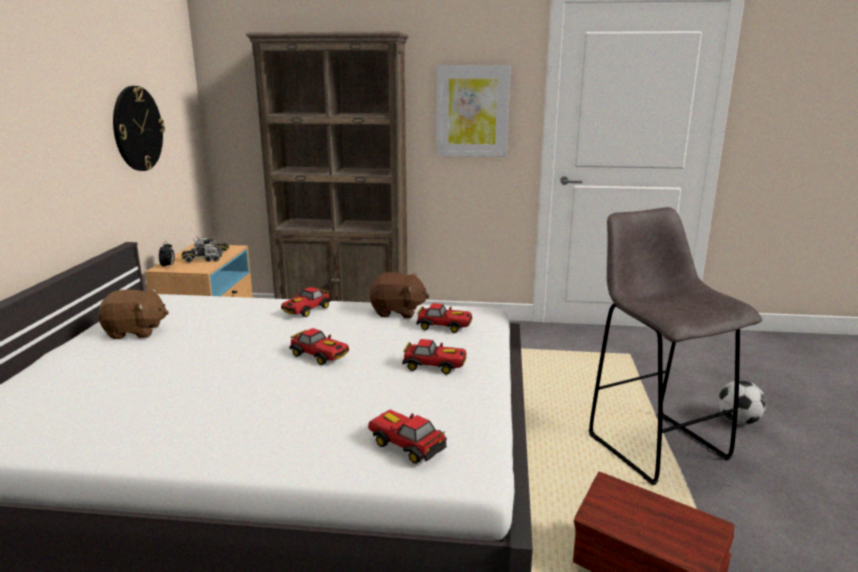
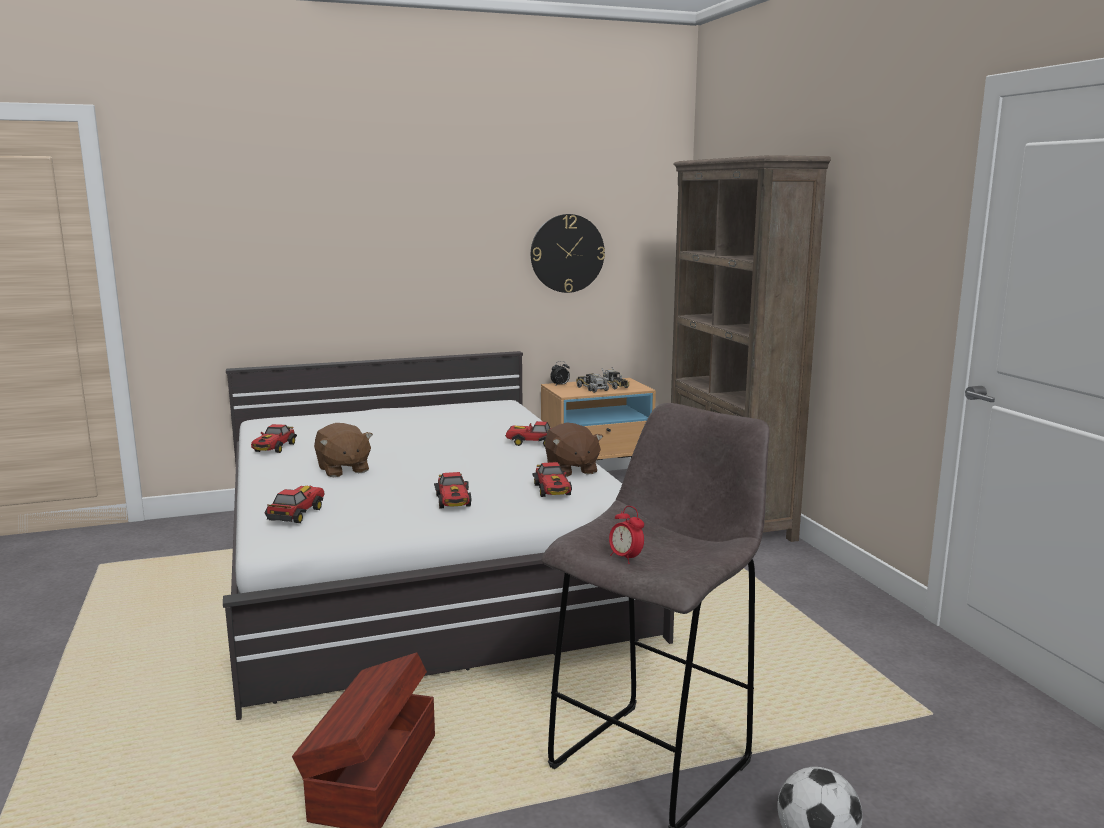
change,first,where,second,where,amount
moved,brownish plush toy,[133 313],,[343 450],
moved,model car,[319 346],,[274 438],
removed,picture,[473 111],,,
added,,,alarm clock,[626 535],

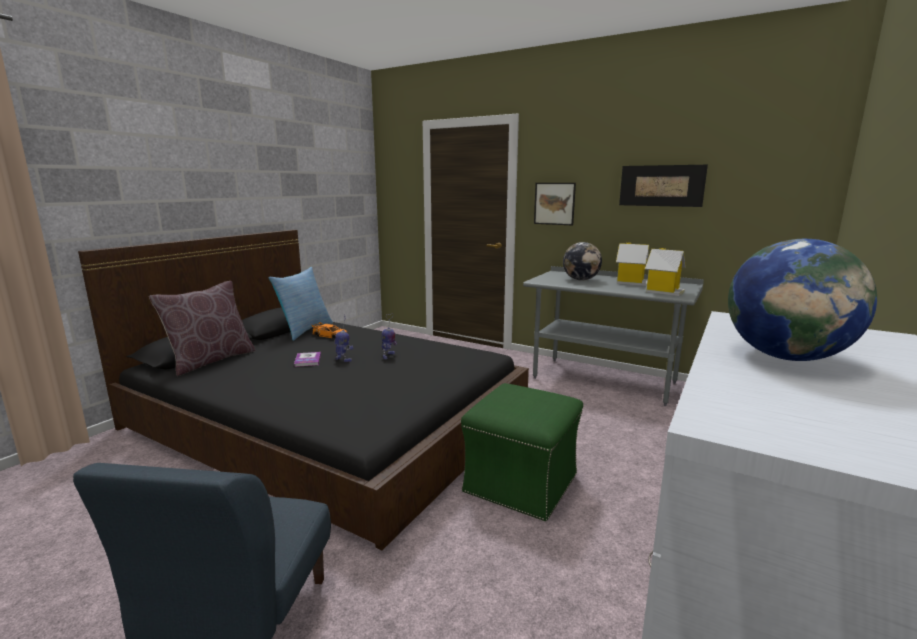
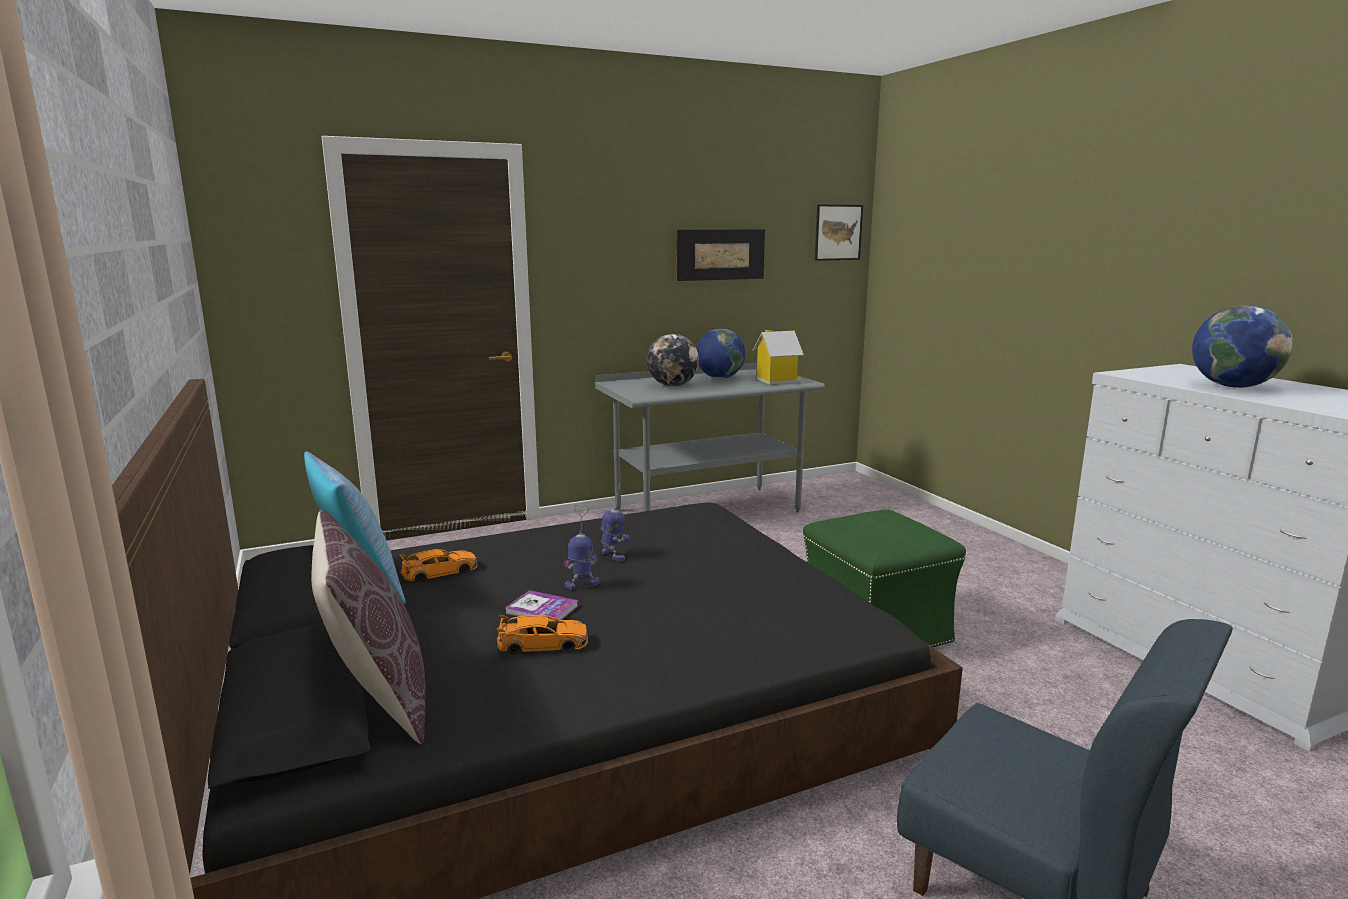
change,first,where,second,where,amount
moved,picture,[555 204],,[839 232],
replaced,toy house,[632 264],globe,[720 354],
added,,,orangey model car,[542 634],

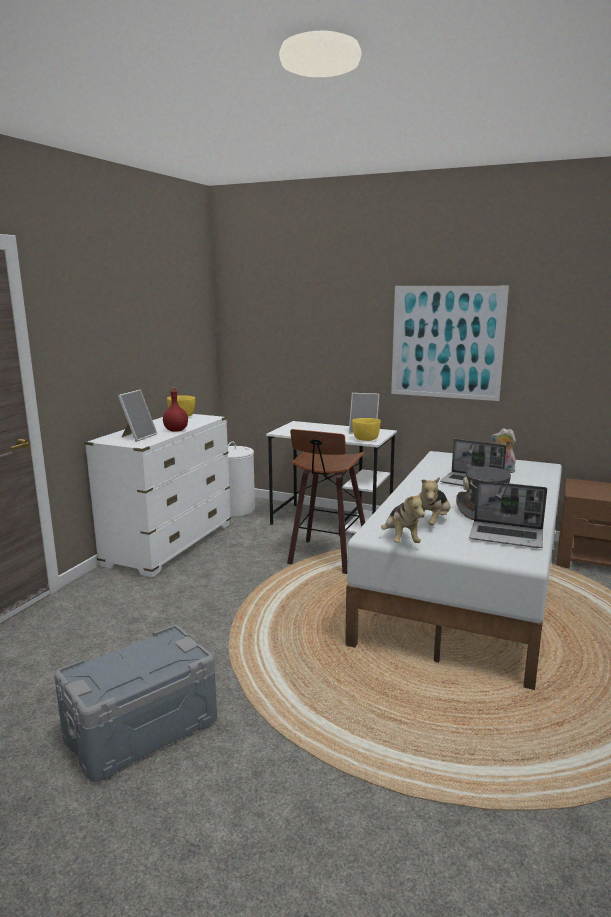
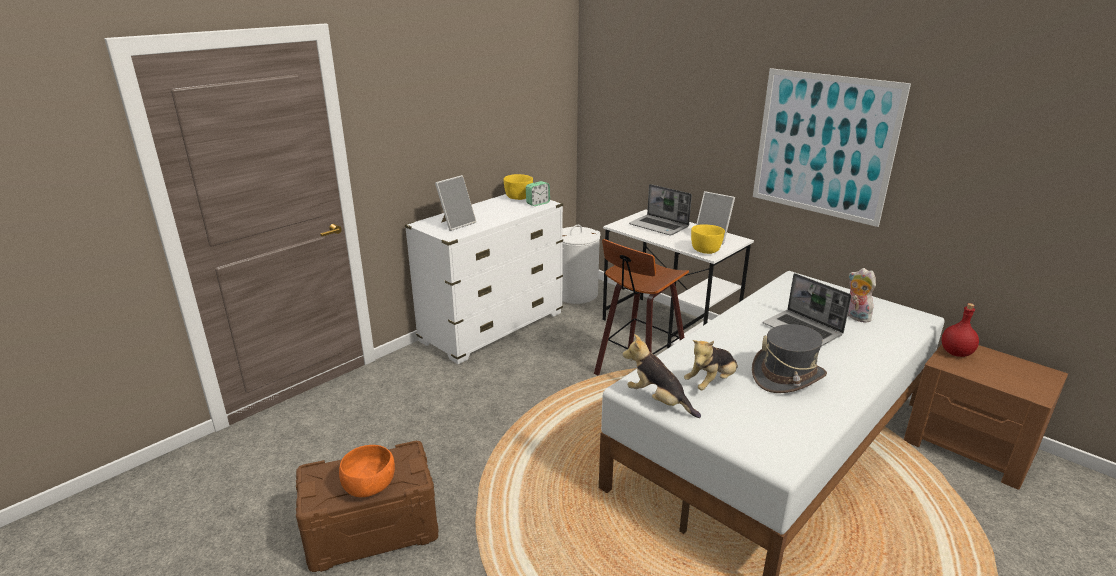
change,first,where,second,where,amount
recoloured,grey storage container,[135 703],brownish storage container,[367 506],
moved,red drink bottle,[175 409],,[960 330],
turned,plush toy,[403 517],,[662 376],120 degrees clockwise
moved,portable computer,[508 514],,[660 209],
added,,,orangey bowl,[367 471],
added,,,alarm clock,[538 193],

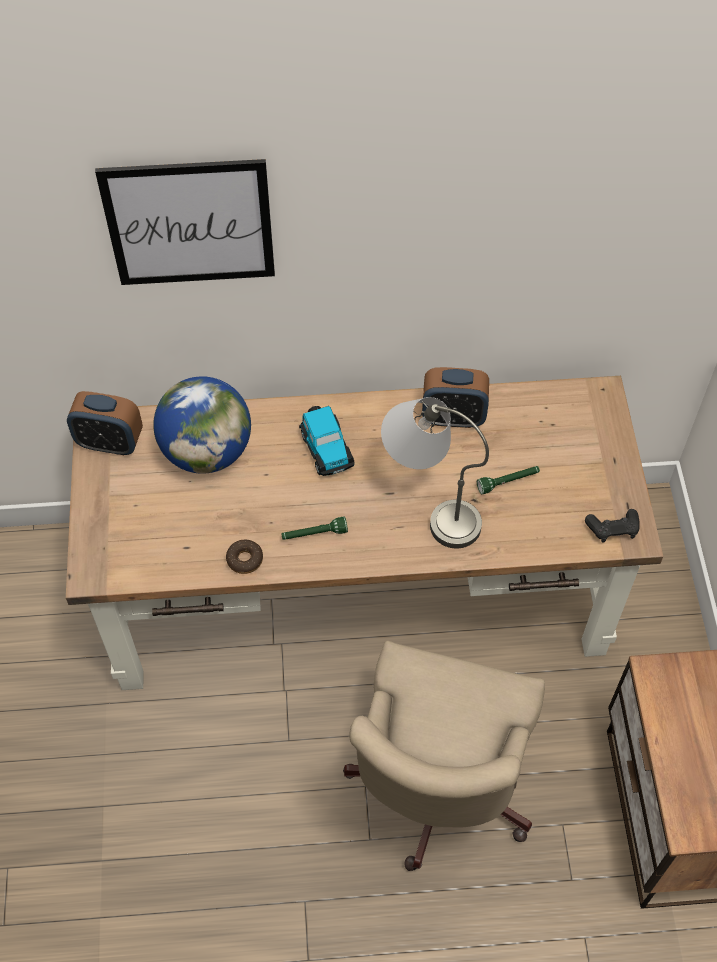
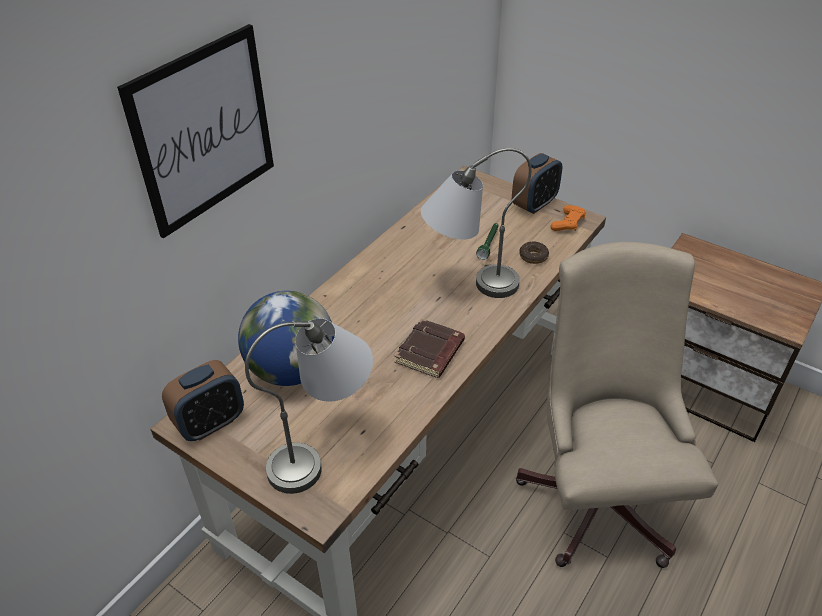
change,first,where,second,where,amount
moved,donut,[244 557],,[534 252],
replaced,green-coloured torch,[314 528],brownish book,[429 348],
removed,model car,[326 441],,,
turned,beige office chair,[444 756],,[617 405],150 degrees counterclockwise
moved,alarm clock,[455 397],,[537 183],
recoloured,black-coloured joypad,[612 526],orangey joypad,[568 218],
added,,,grey table lamp,[309 406],

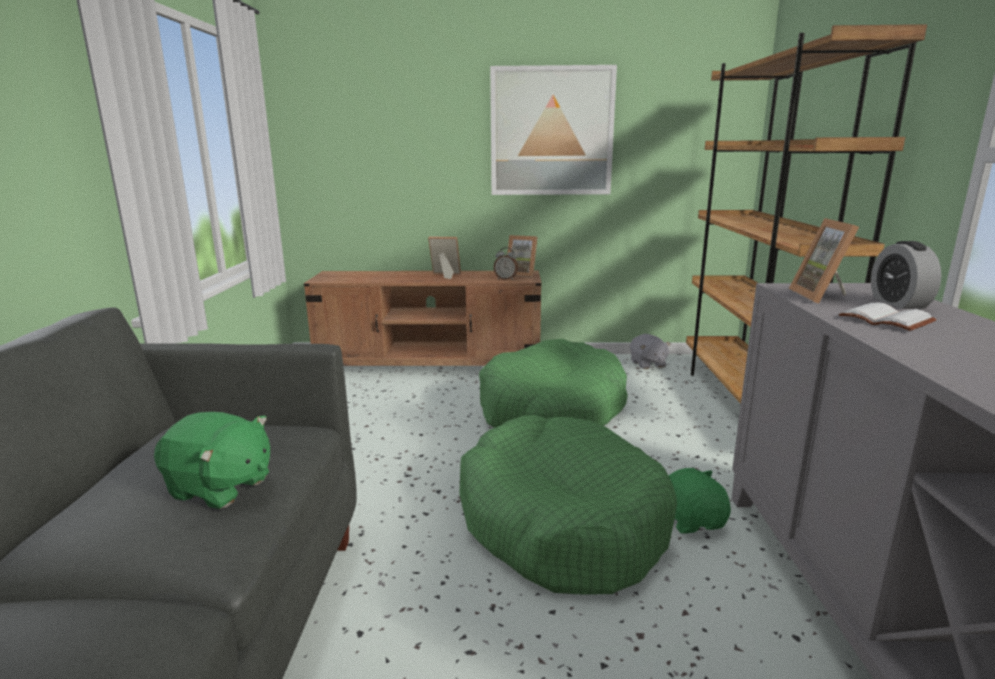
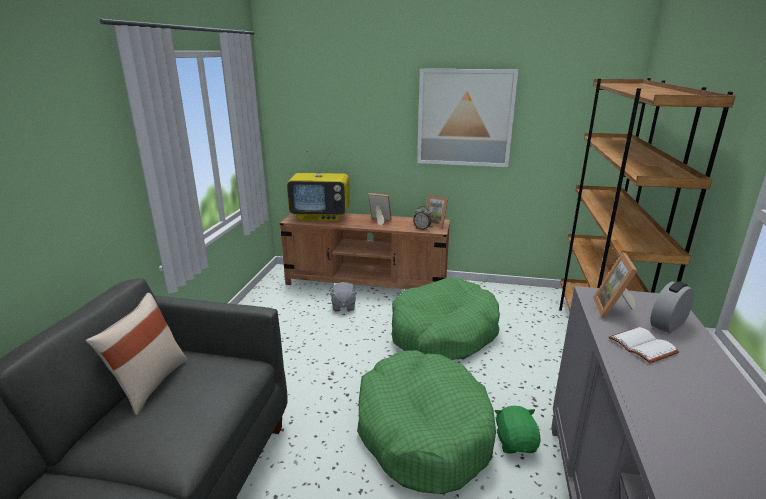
change,first,where,second,where,amount
removed,green-coloured plush toy,[212 460],,,
moved,grey plush toy,[650 351],,[343 296],
turned,alarm clock,[906 275],,[672 307],45 degrees clockwise
added,,,beige pillow,[136 354],
added,,,television,[318 186],

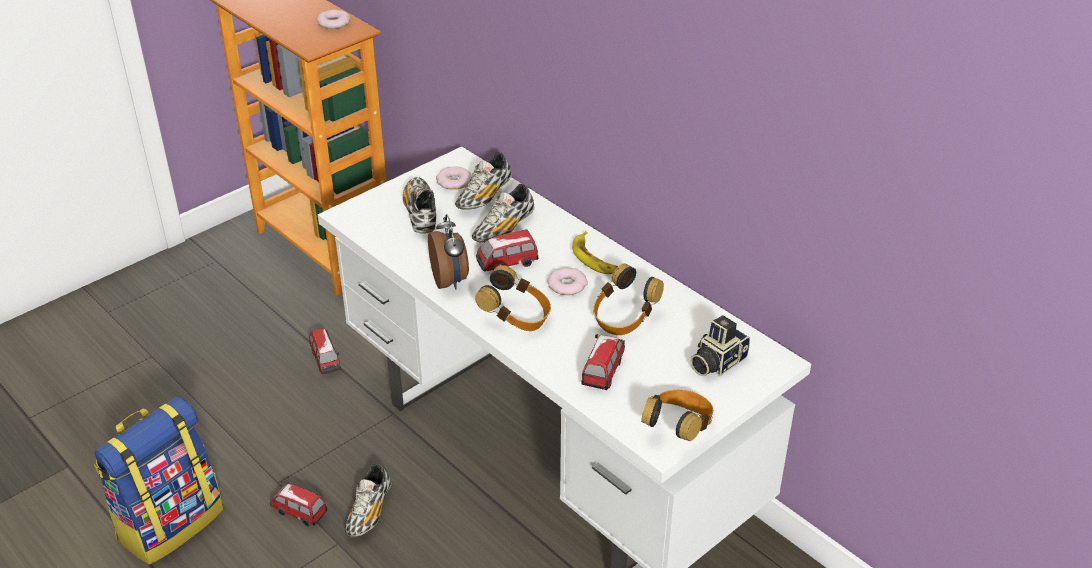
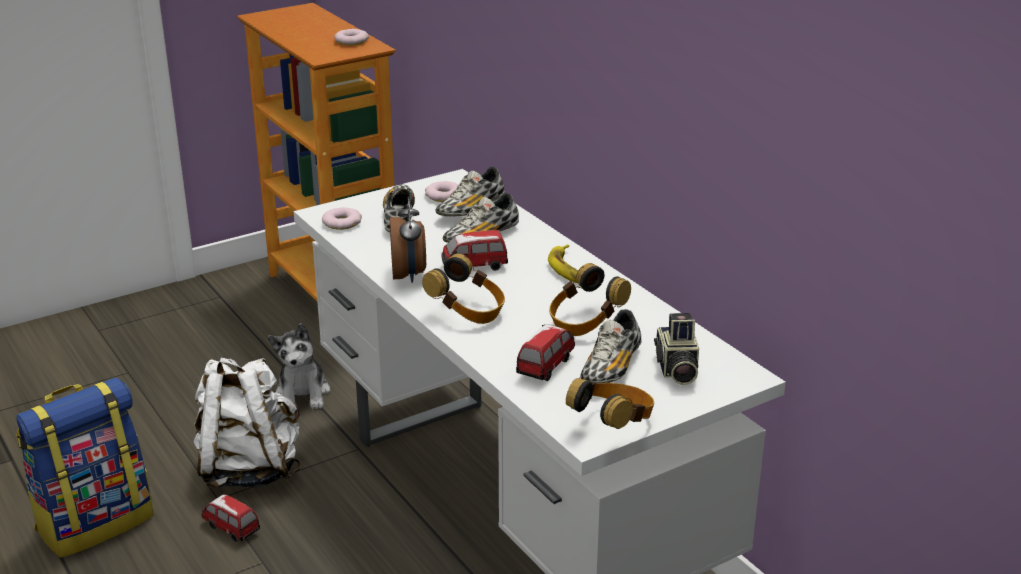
change,first,where,second,where,amount
replaced,model car,[325 351],plush toy,[299 366],
moved,low shoe,[367 500],,[610 346],
moved,donut,[568 281],,[342 218],
turned,still camera,[720 345],,[676 349],60 degrees counterclockwise
added,,,whitish rucksack,[247 423],

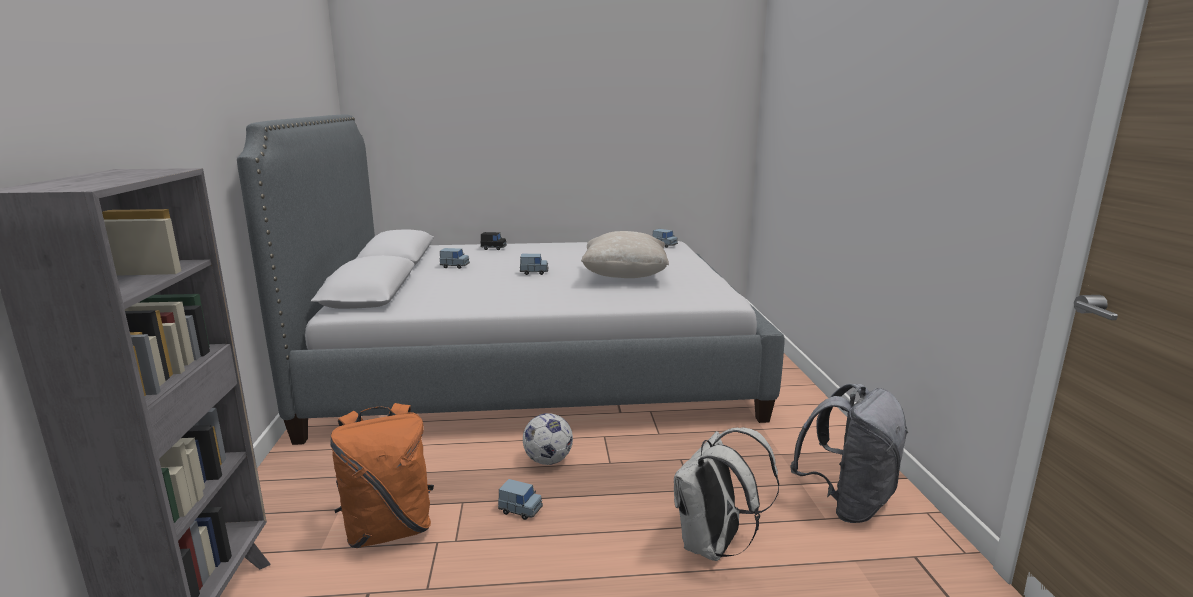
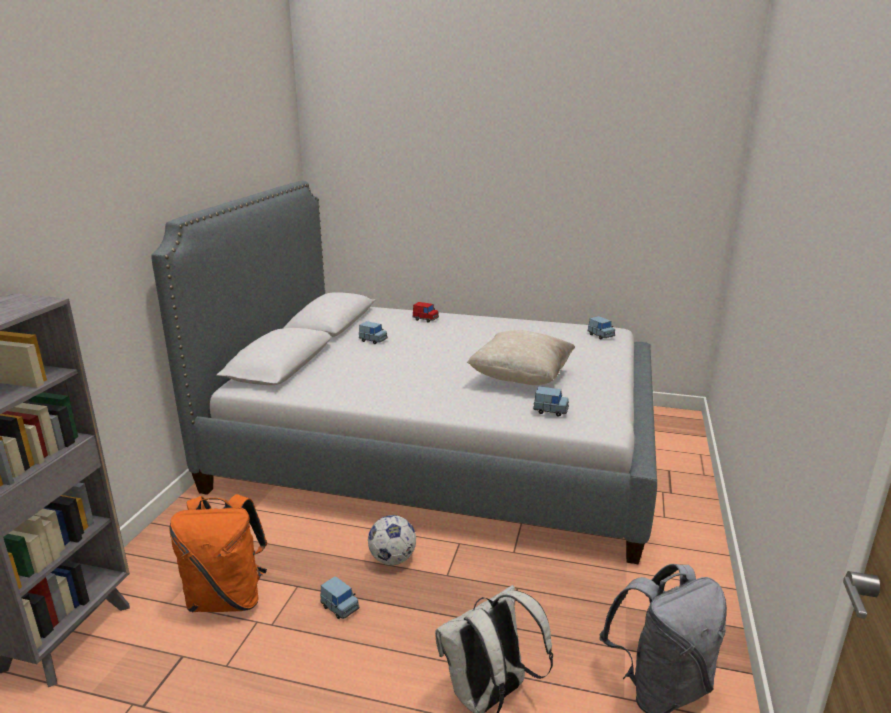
change,first,where,second,where,amount
recoloured,black-coloured model car,[493 241],red model car,[426 312],
moved,blue-coloured model car,[534 264],,[551 401],

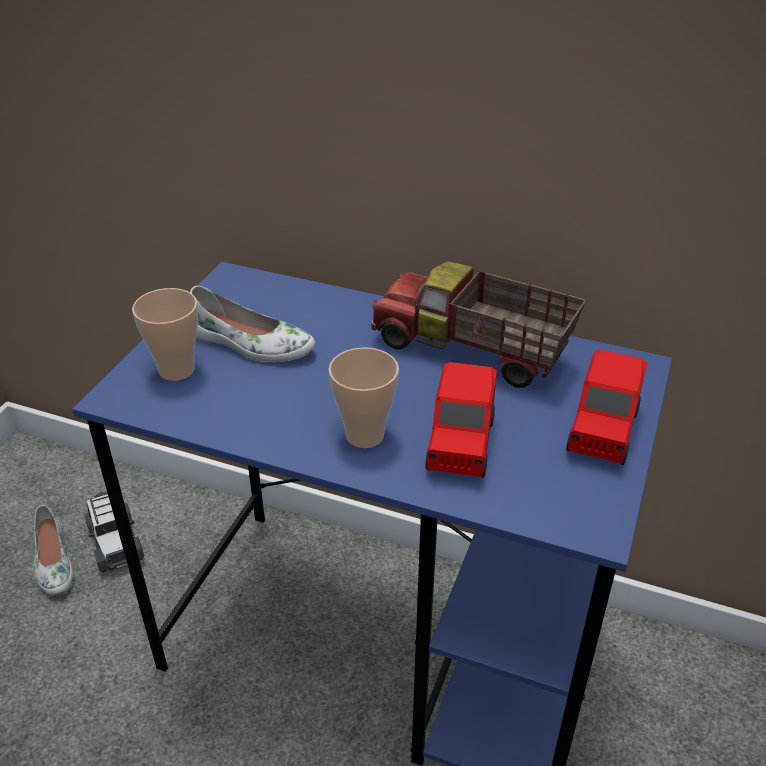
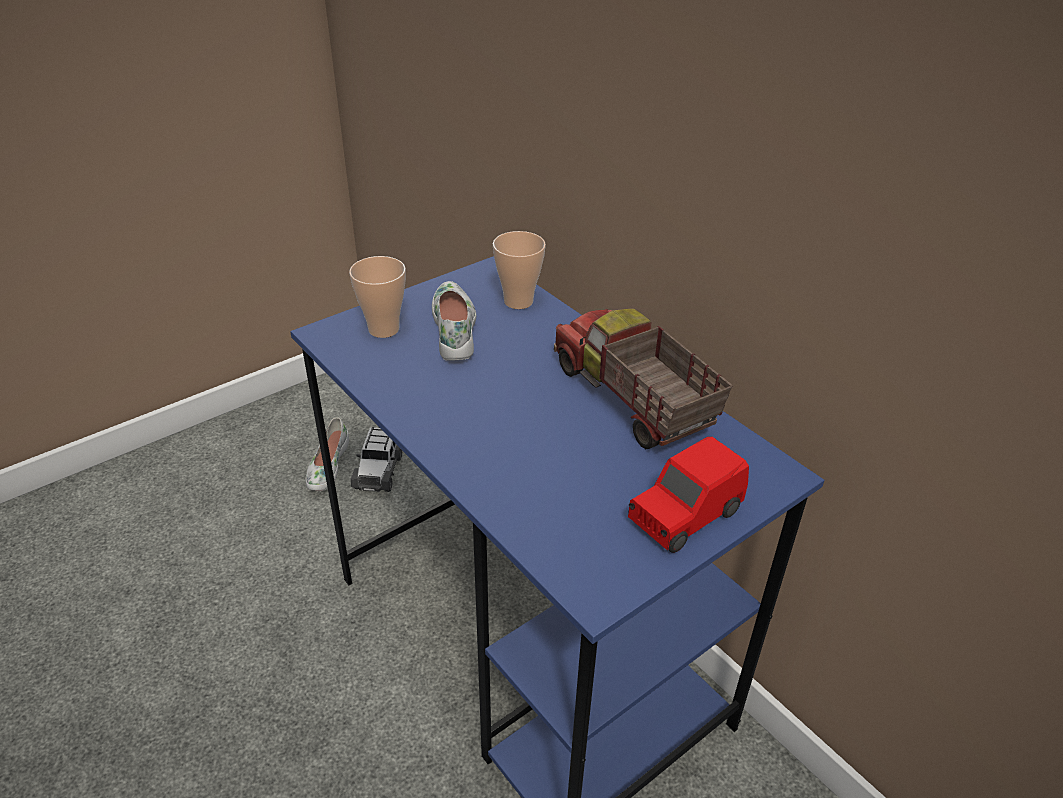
change,first,where,second,where,amount
turned,whitish low shoe,[253 324],,[454 321],150 degrees counterclockwise
moved,drinking cup,[363 397],,[519 270],
removed,red model car,[461 420],,,

